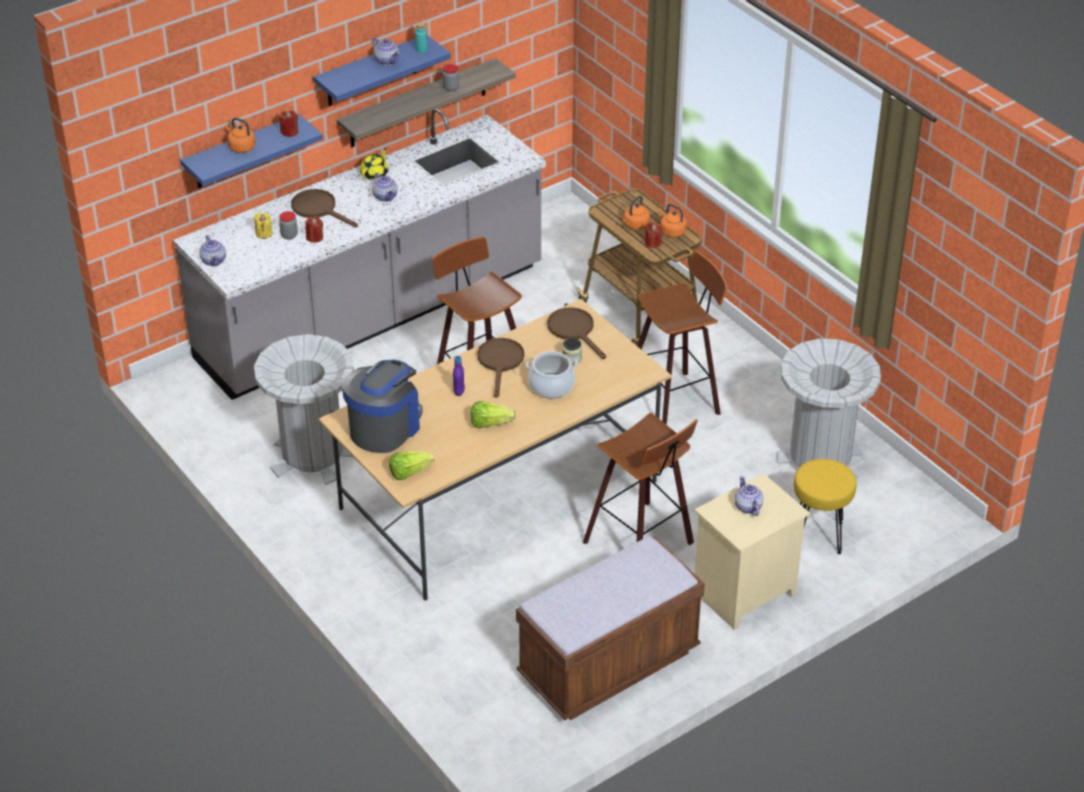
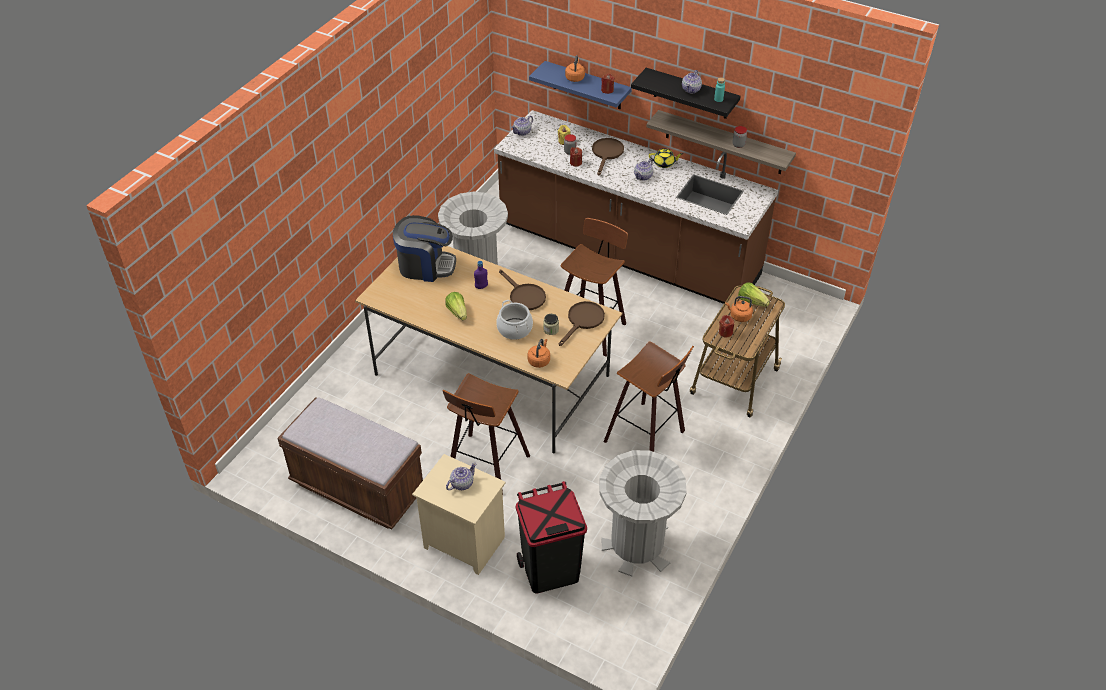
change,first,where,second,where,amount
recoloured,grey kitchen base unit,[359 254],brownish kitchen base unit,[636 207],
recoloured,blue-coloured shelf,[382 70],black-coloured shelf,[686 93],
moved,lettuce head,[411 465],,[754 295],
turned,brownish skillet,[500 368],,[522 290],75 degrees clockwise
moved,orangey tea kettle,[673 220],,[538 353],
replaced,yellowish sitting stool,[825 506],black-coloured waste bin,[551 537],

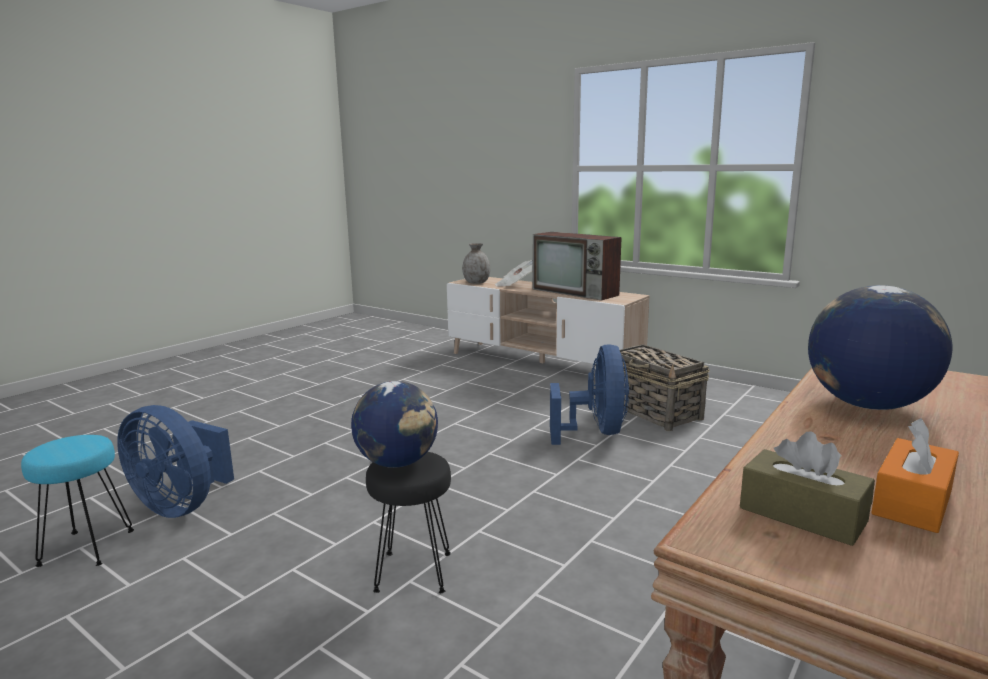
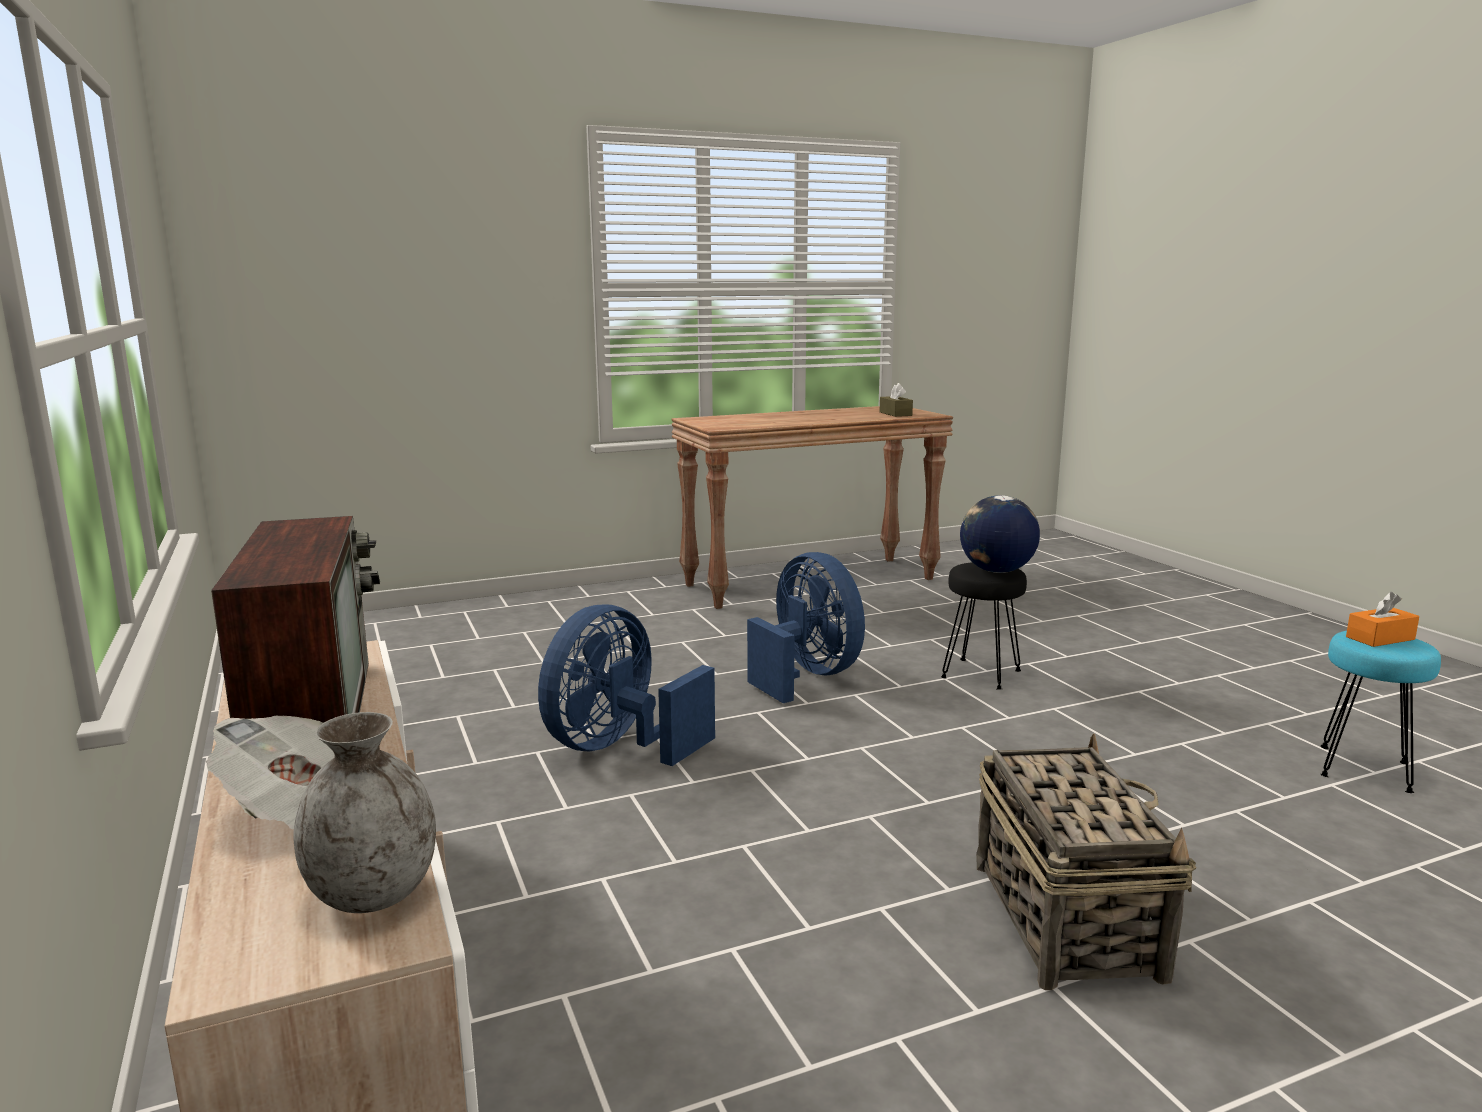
change,first,where,second,where,amount
moved,blue-coloured fan,[175 461],,[806 627],
moved,storage basket,[664 387],,[1086 862],
removed,globe,[880 347],,,
moved,orangey box of tissues,[915 475],,[1382 619],

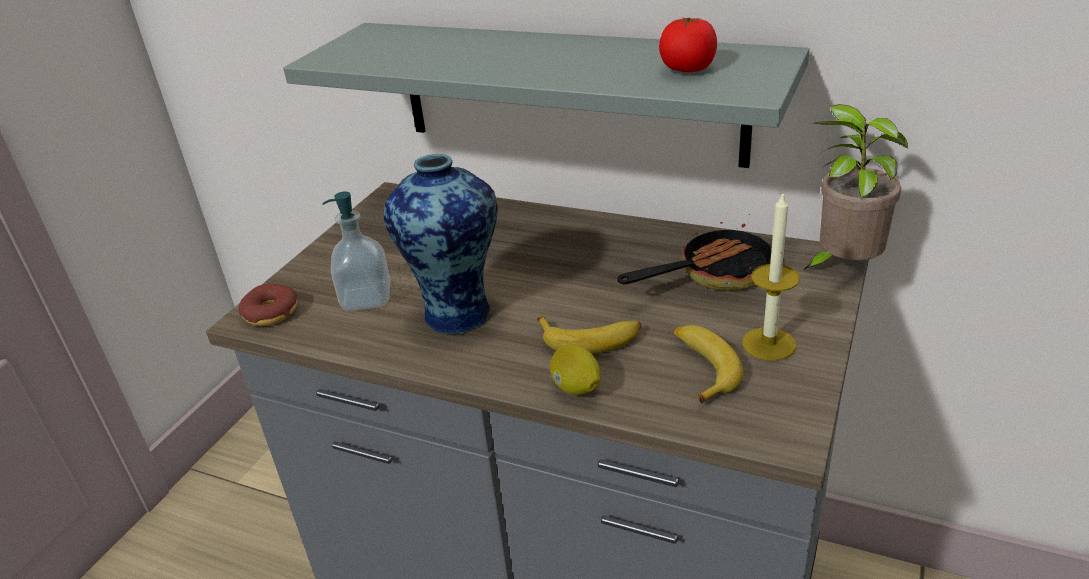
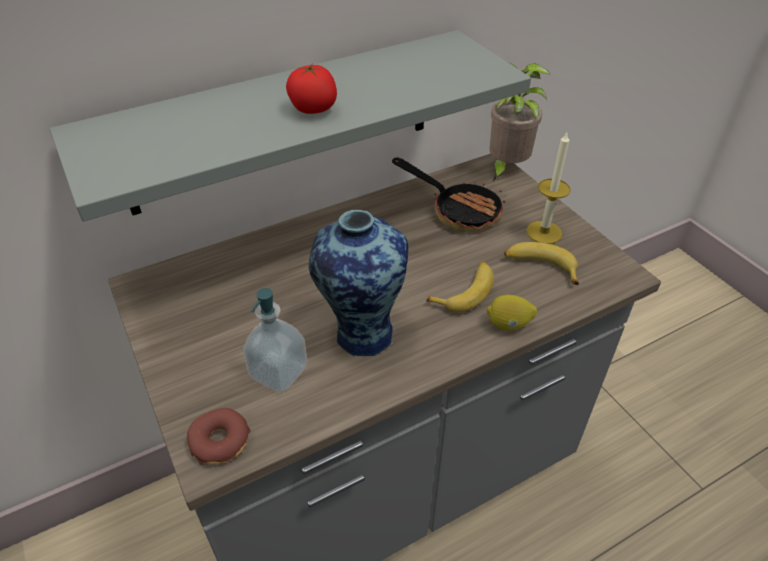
change,first,where,second,where,amount
turned,skillet,[694 256],,[448 194],120 degrees clockwise
moved,whole tomato,[688 44],,[311 88],

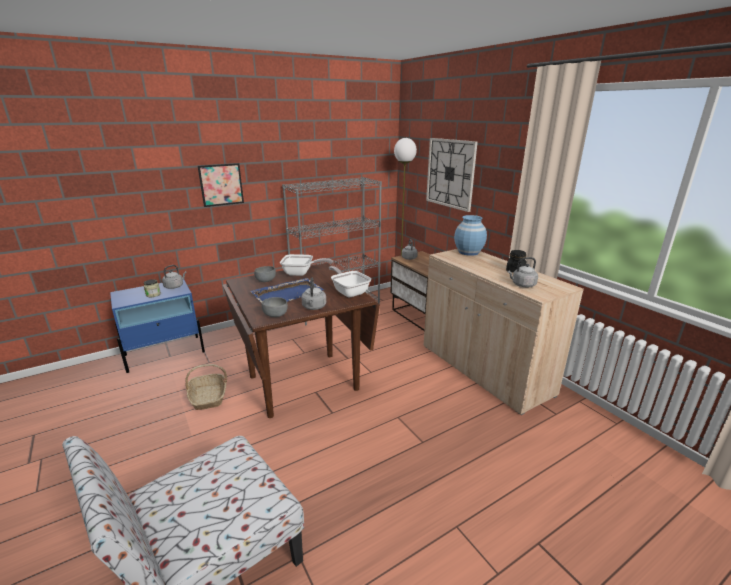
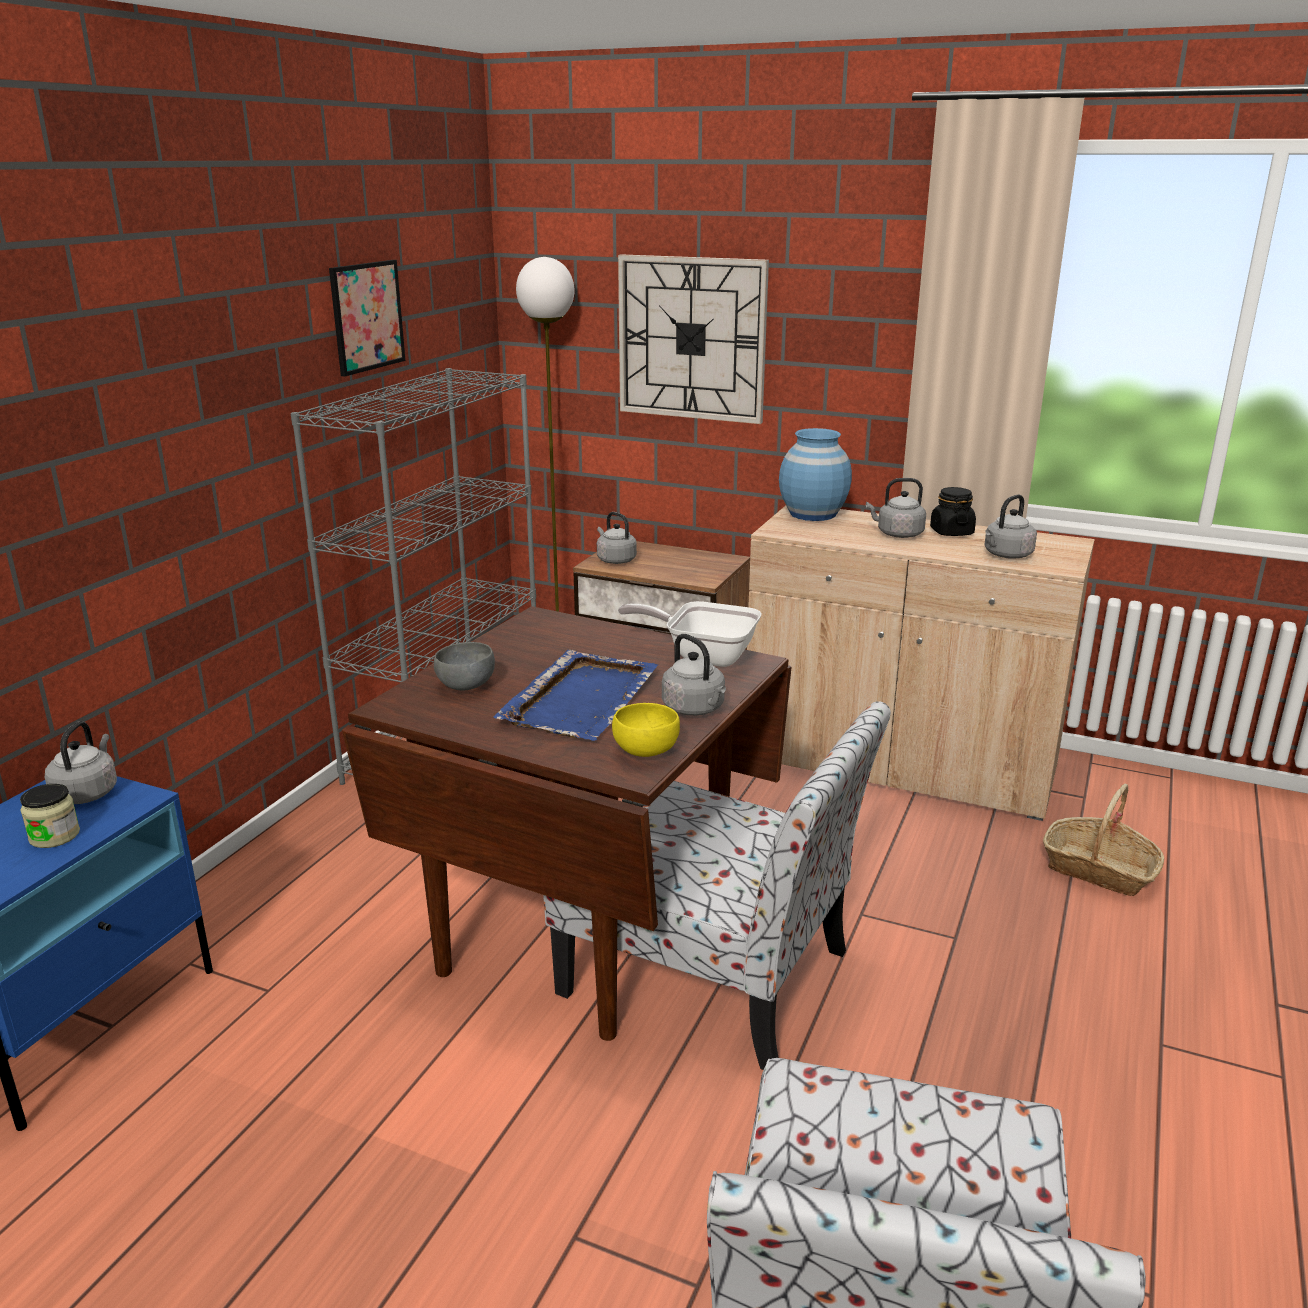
change,first,where,second,where,amount
moved,storage basket,[206 387],,[1103 840],
moved,picture,[221 185],,[367 318],
recoloured,grey bowl,[275 307],yellowish bowl,[646 730],
removed,skillet,[306 265],,,
added,,,chair,[717 885],
added,,,grey tea kettle,[896 508],

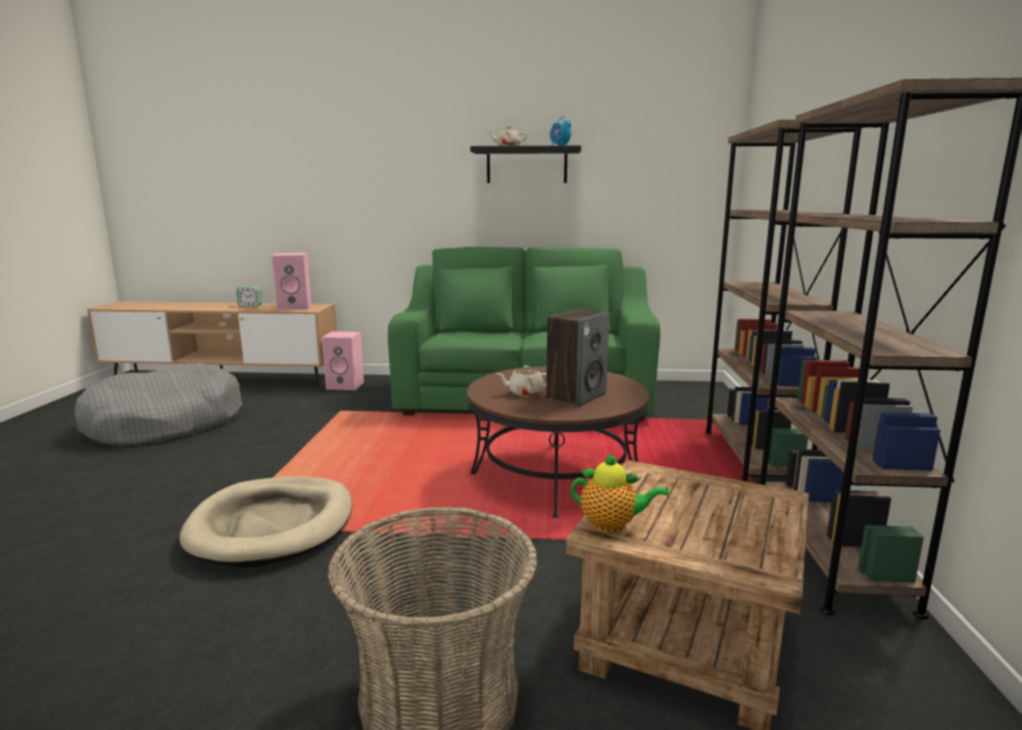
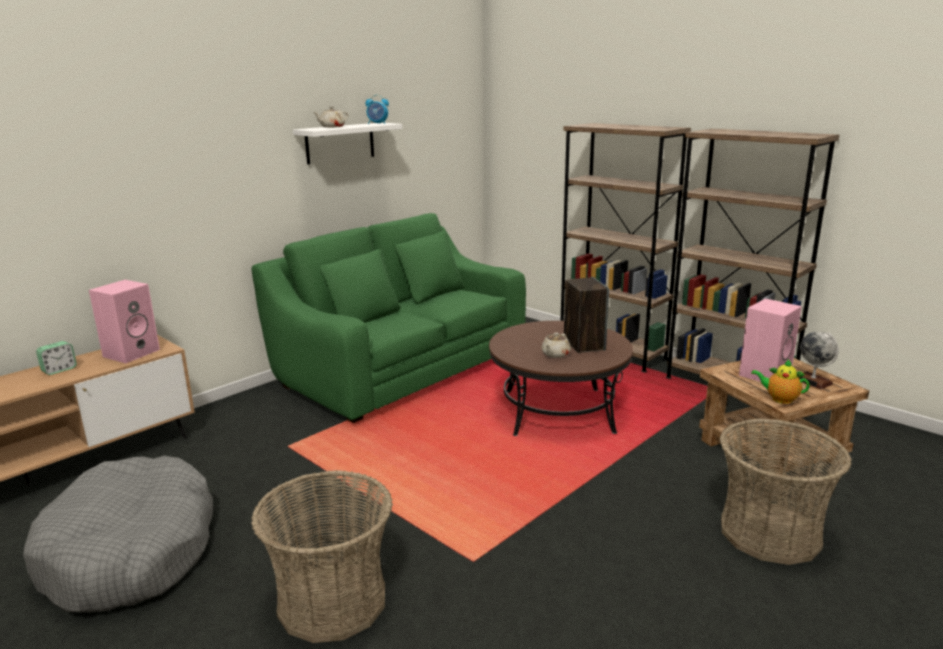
change,first,where,second,where,amount
removed,beige pet bed,[266 522],,,
moved,pink speaker,[343 360],,[770 340],
recoloured,black-coloured shelf,[525 164],whitish shelf,[348 144],
turned,teapot,[620 492],,[780 382],120 degrees counterclockwise
added,,,storage basket,[322 556],
added,,,globe,[818 360],

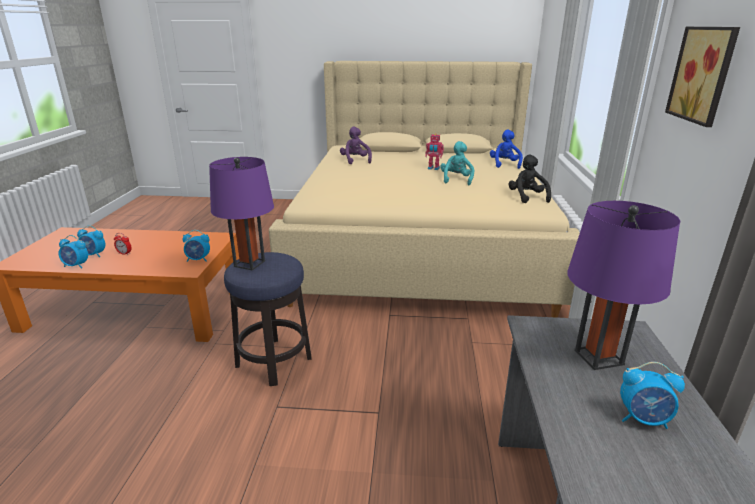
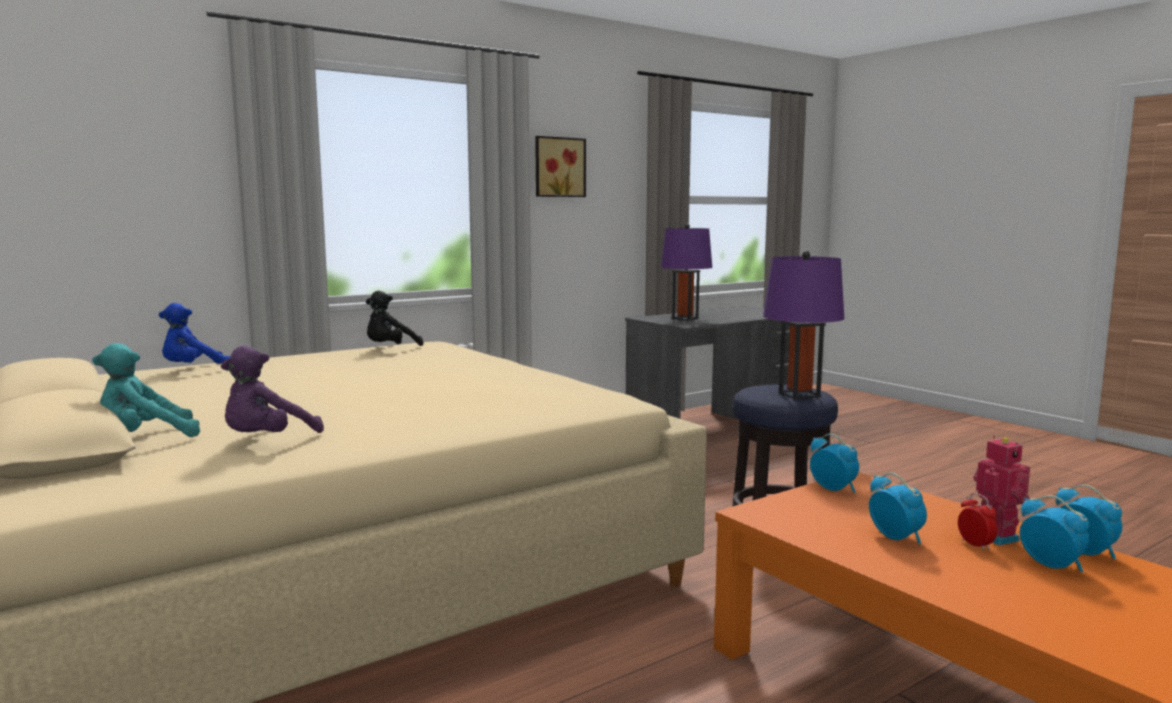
change,first,where,second,where,amount
moved,model robot,[434 151],,[1001 491],
moved,turquoise plush toy,[457 163],,[146 390],
moved,alarm clock,[652 395],,[898 509],

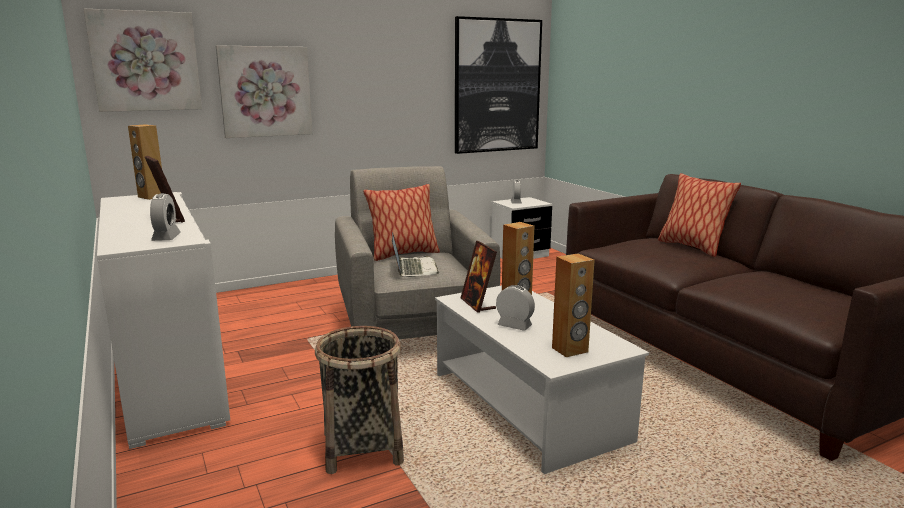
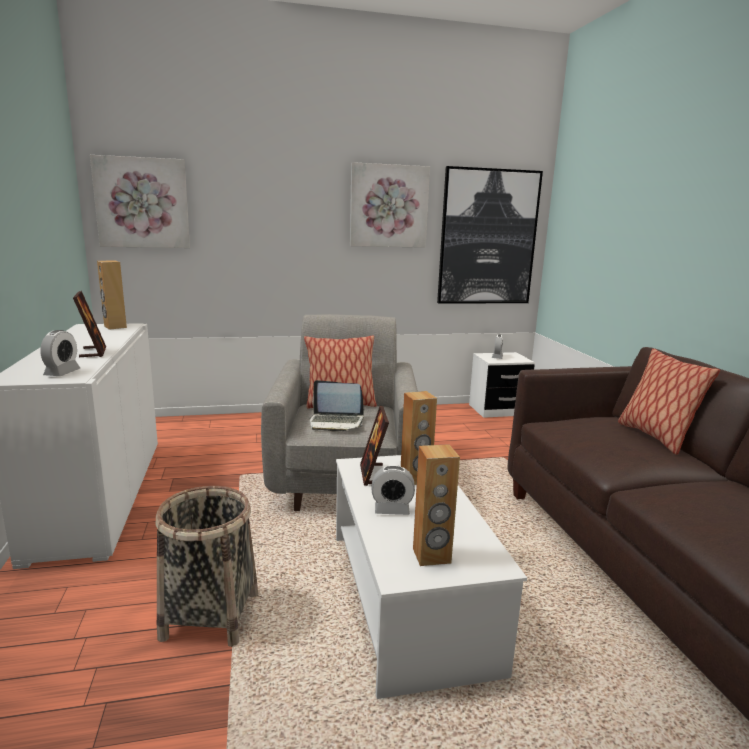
change,first,where,second,where,amount
moved,picture,[264 91],,[390 205],
turned,portable computer,[415 254],,[336 406],90 degrees clockwise
turned,alarm clock,[515 308],,[393 490],135 degrees clockwise

